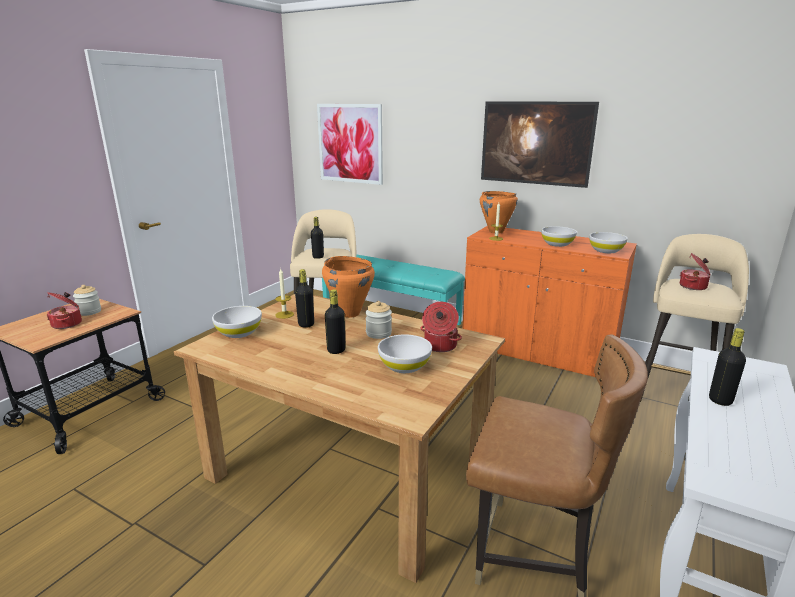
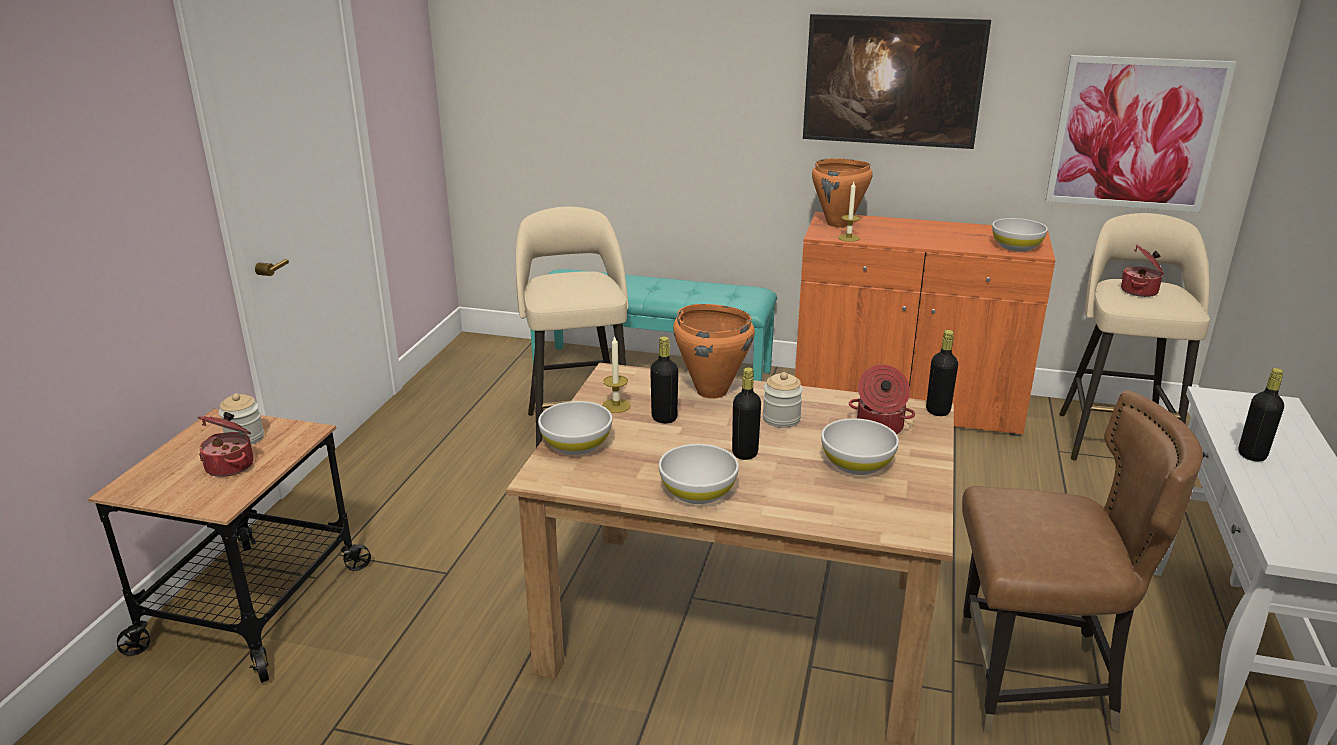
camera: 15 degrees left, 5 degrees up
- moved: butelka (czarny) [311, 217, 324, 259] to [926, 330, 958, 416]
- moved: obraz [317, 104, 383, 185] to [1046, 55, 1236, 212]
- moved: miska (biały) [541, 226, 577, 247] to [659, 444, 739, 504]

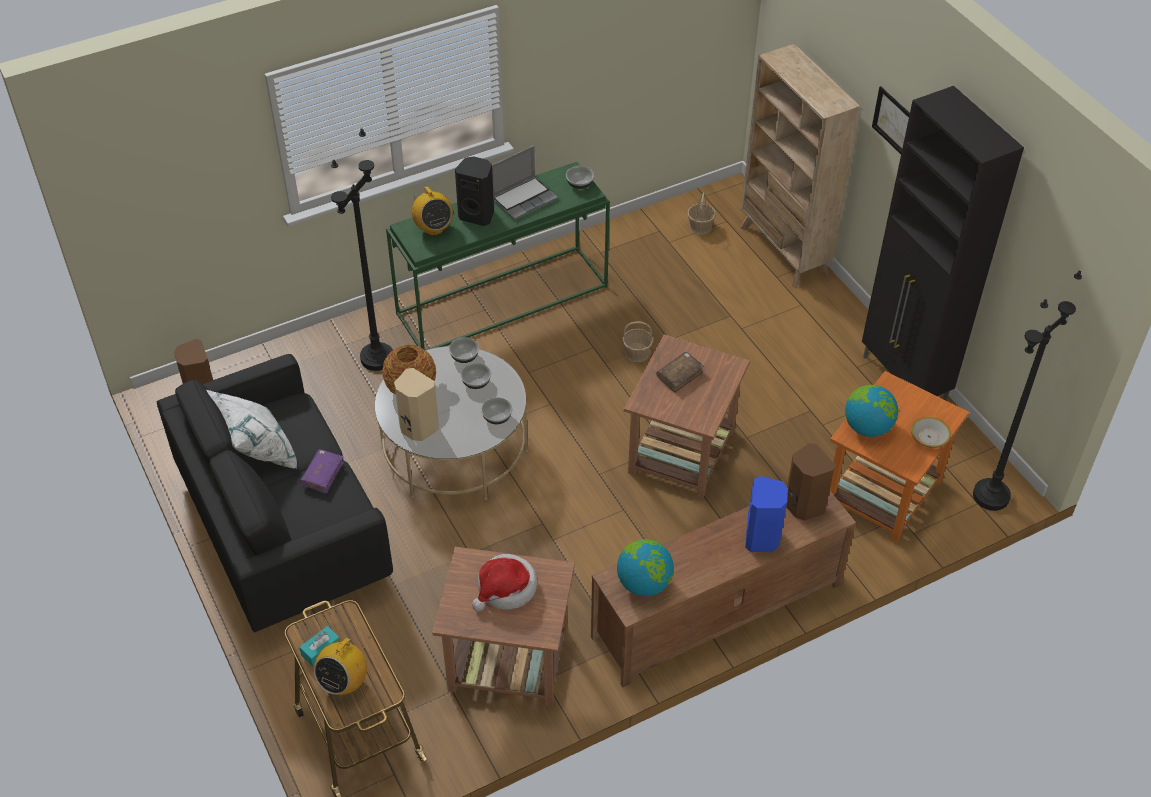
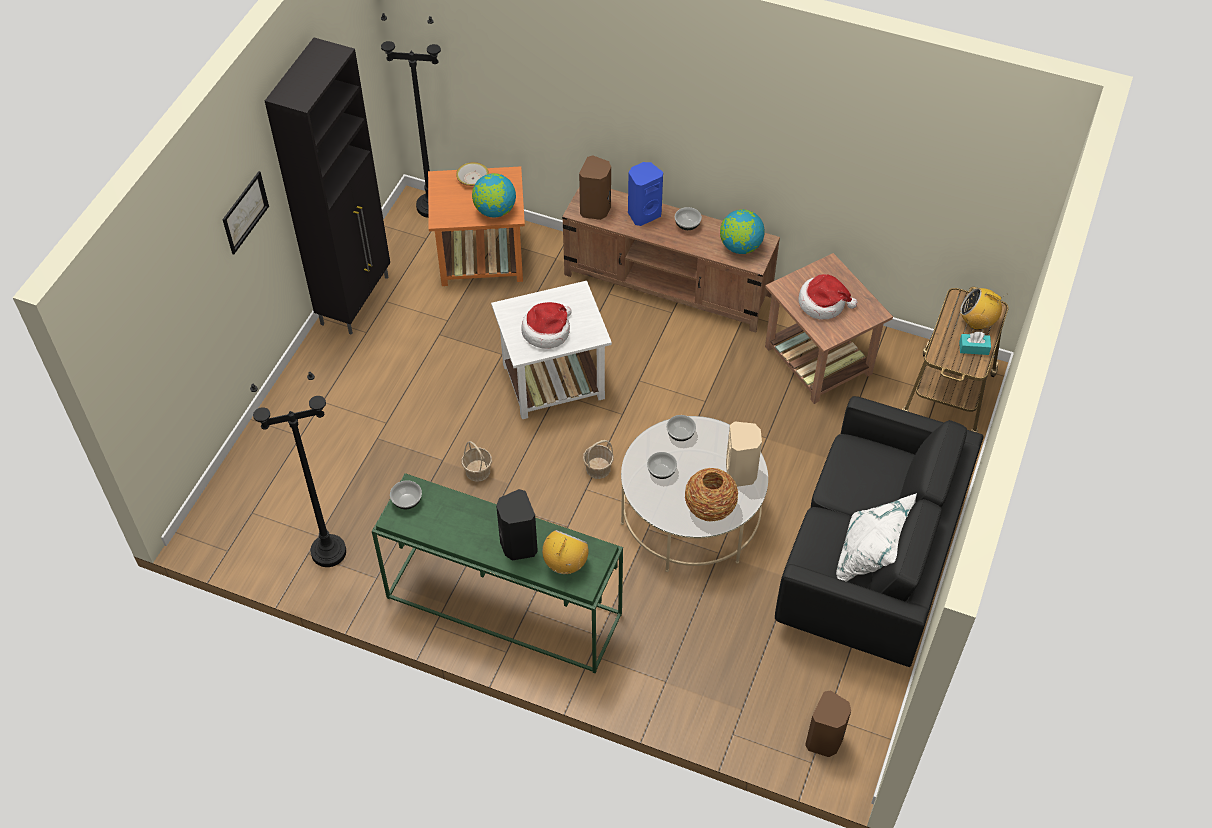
camera: 130 degrees left, 5 degrees up
- removed: książka (fioletowy) [300, 449, 344, 494]
- removed: laptop [492, 145, 558, 220]
- removed: regał (beżowy) [740, 43, 861, 287]
- moved: lampa stojąca (czarny) [331, 128, 393, 371] to [250, 372, 346, 567]
- moved: miska [449, 337, 479, 363] to [675, 207, 702, 230]
- moved: koszyk [687, 192, 716, 235] to [583, 440, 614, 479]
- replaced: książka (brązowy) [656, 352, 704, 393] to kapelusz [521, 302, 572, 349]
- recoloured: stolik (brązowy) [624, 335, 750, 498] to stolik (biały) [491, 281, 612, 419]
- turned: radio [314, 630, 367, 695] = [960, 288, 1005, 330] 150 degrees counterclockwise

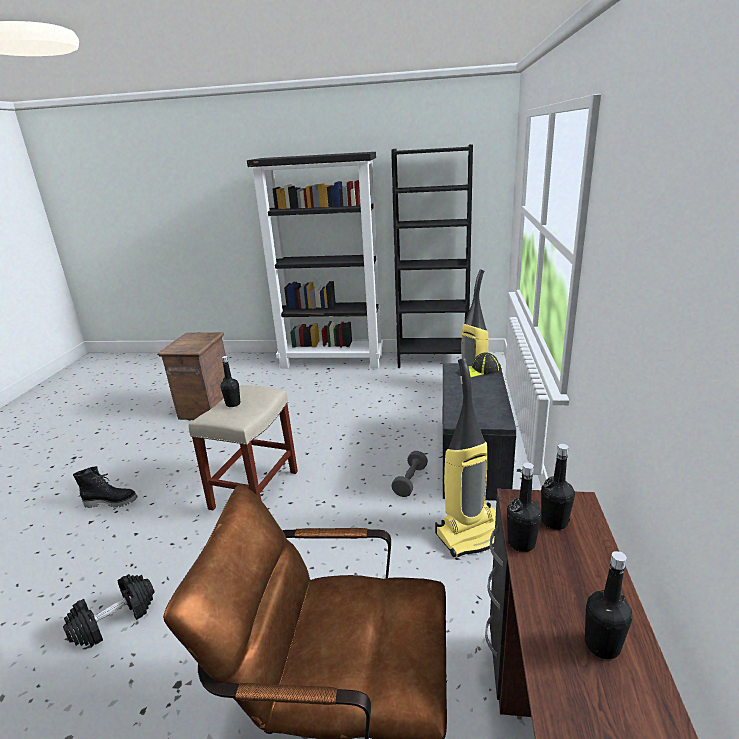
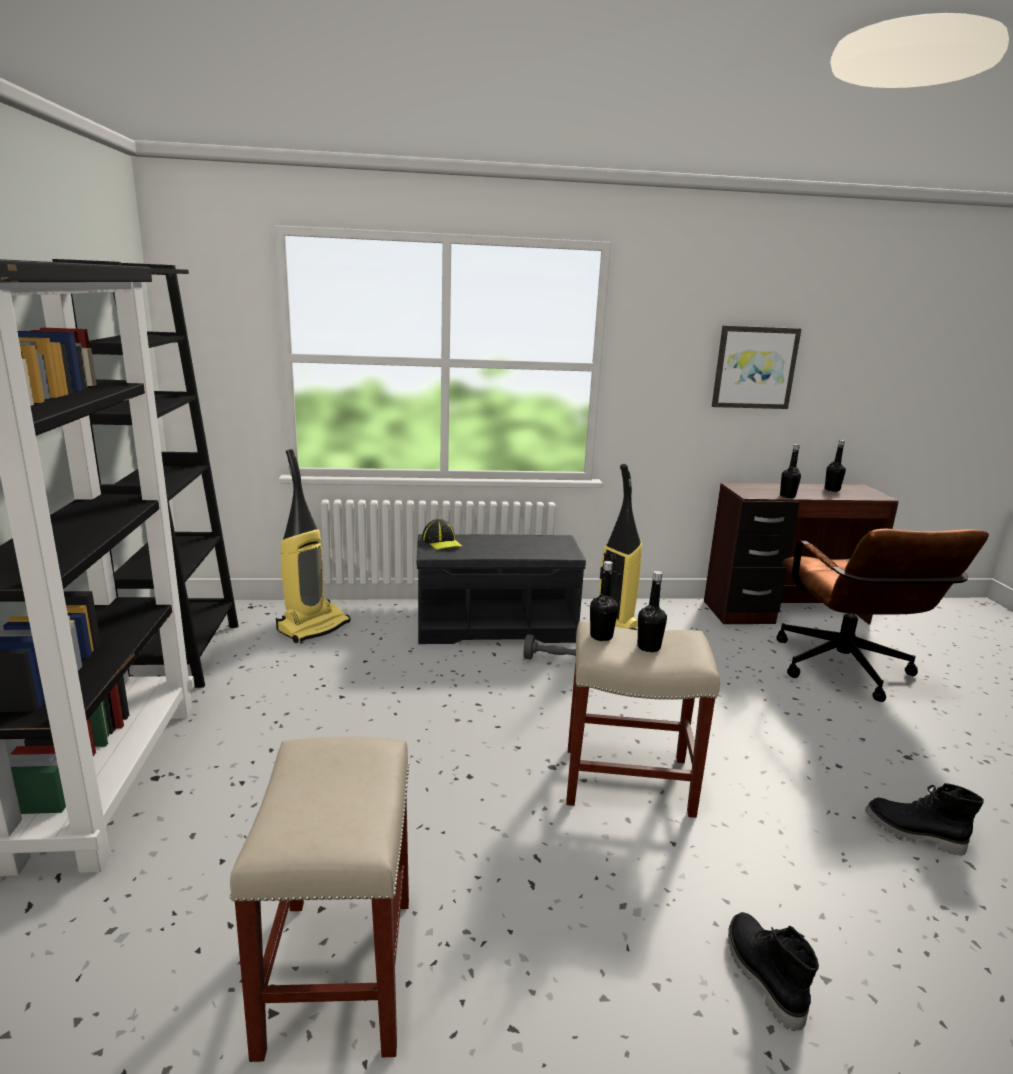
camera: 105 degrees left, 5 degrees down
- added: obraz [712, 326, 801, 409]
- moved: butelka (czarny) [541, 444, 575, 530] to [590, 561, 618, 641]
- replaced: hantel (czarny) [63, 574, 154, 647] to but z cholewką (czarny) [865, 783, 984, 856]
- replaced: skrzynka [157, 332, 226, 420] to stołek (beżowy) [230, 737, 409, 1062]

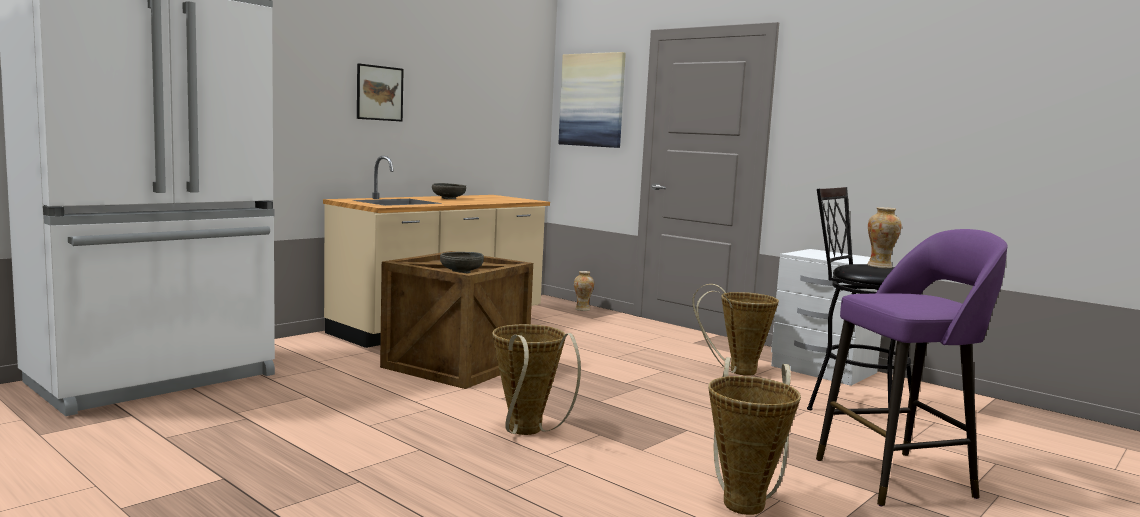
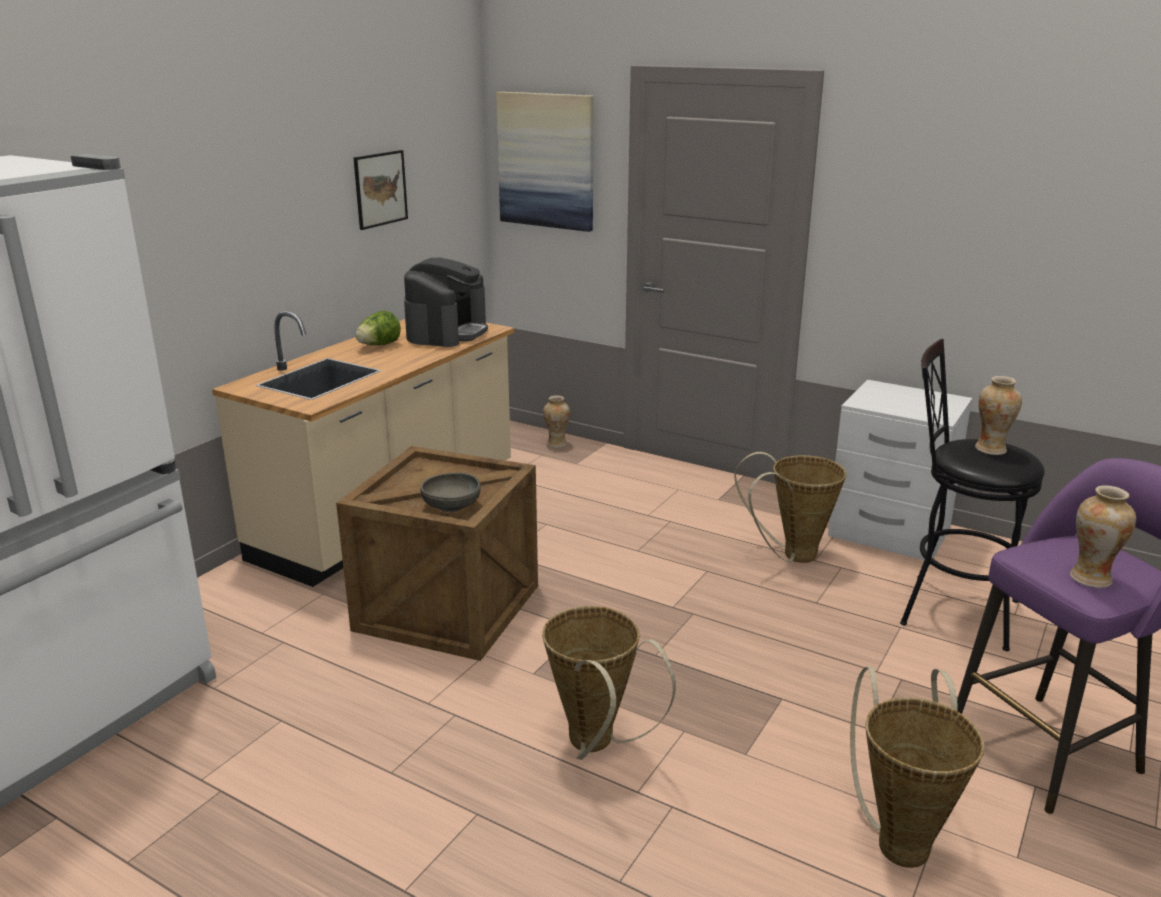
camera: 10 degrees left, 15 degrees up
- added: ekspres do kawy [404, 258, 488, 347]
- added: wazon [1070, 485, 1136, 588]
- moved: obraz [357, 63, 404, 121] to [354, 150, 408, 230]
- replaced: miska (szary) [432, 183, 466, 199] to sałata [355, 311, 401, 345]

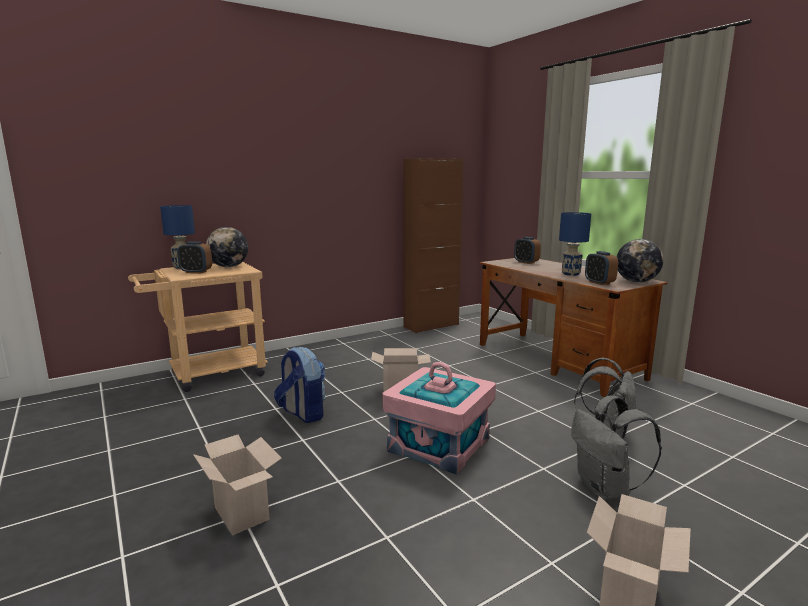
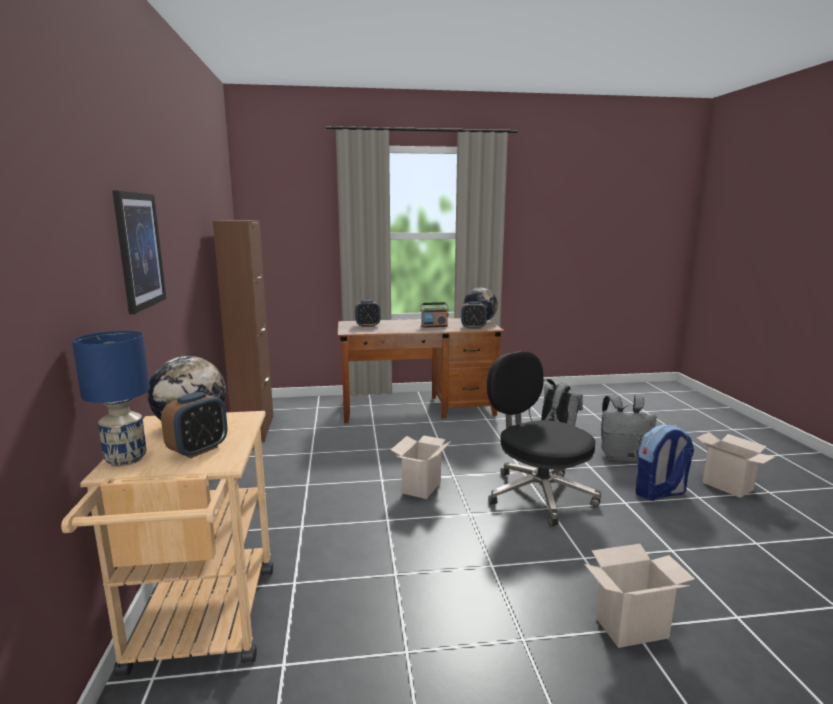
camera: 65 degrees left, 0 degrees up
- added: obraz [112, 190, 166, 314]
- moved: plecak [274, 347, 326, 423] to [635, 424, 694, 501]
- replaced: pojemnik do przechowywania (różowy) [383, 362, 496, 475] to krzesło biurowe (czarny) [487, 351, 601, 527]
- replaced: lampa stołowa (niebieski) [559, 212, 591, 276] to radio [420, 302, 449, 328]

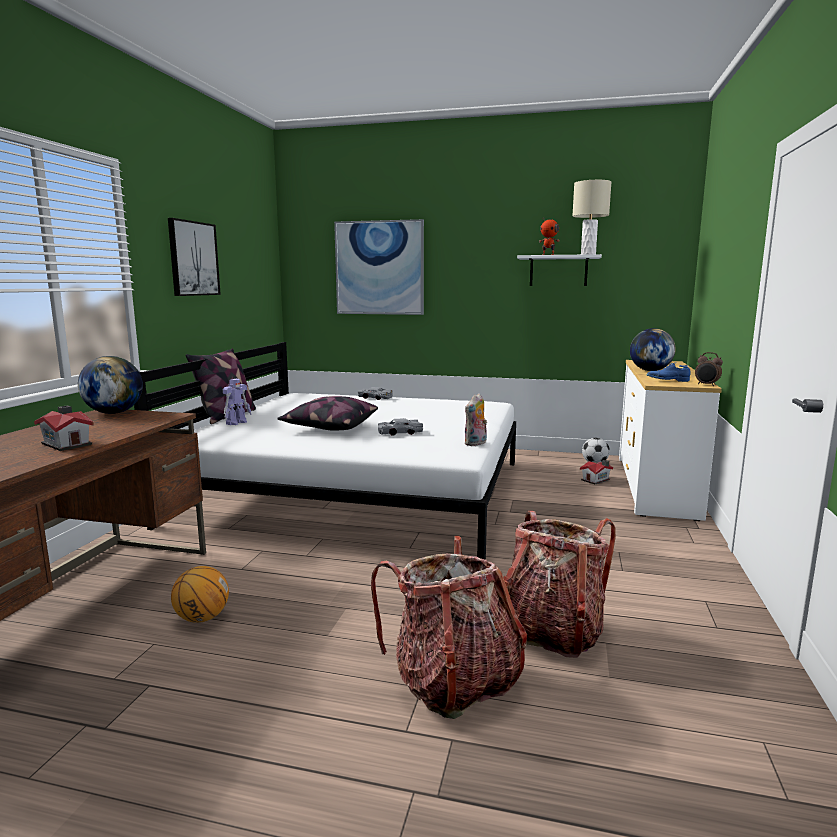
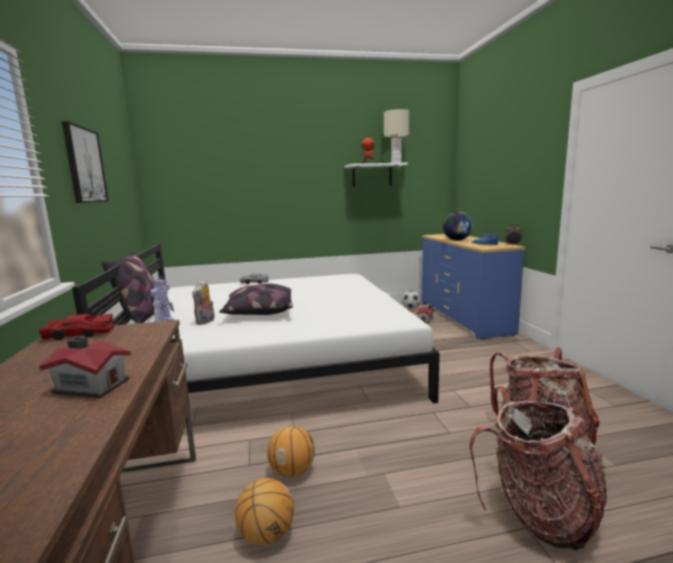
camera: 25 degrees left, 0 degrees up
- removed: obraz [334, 219, 424, 315]
- removed: samochodzik (szary) [378, 418, 423, 436]
- added: piłka do koszykówki [267, 426, 315, 477]
- moved: pluszak [464, 393, 487, 446] to [192, 280, 215, 325]
- replaced: globus [78, 356, 143, 414] to samochodzik (czerwony) [39, 314, 114, 340]
- recoloured: komoda (biały) [619, 360, 722, 521] to komoda (niebieski) [422, 234, 525, 340]

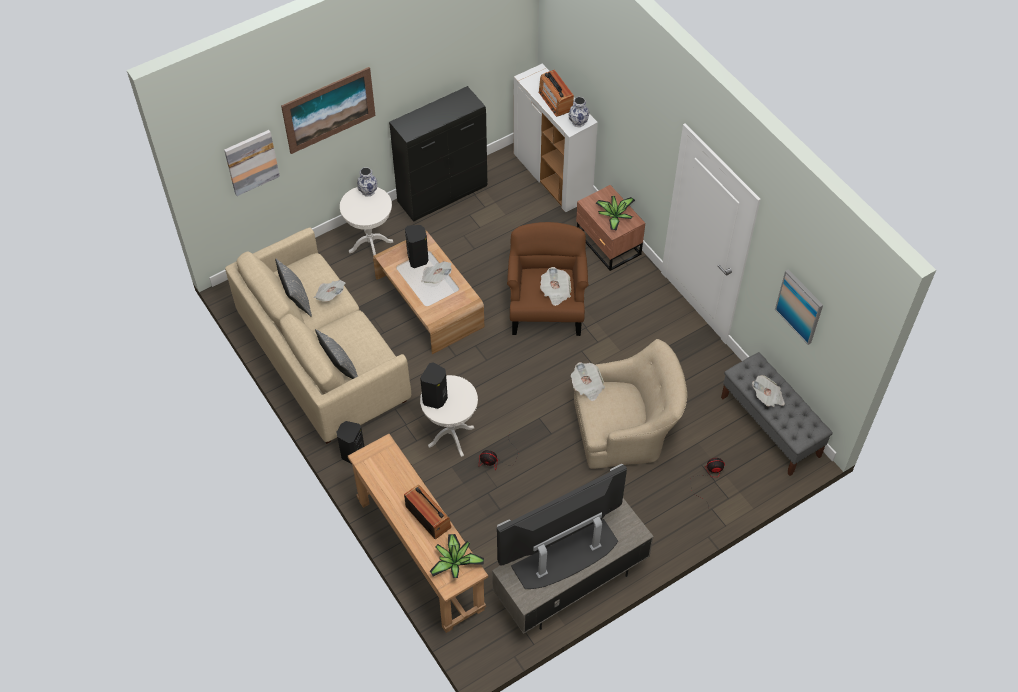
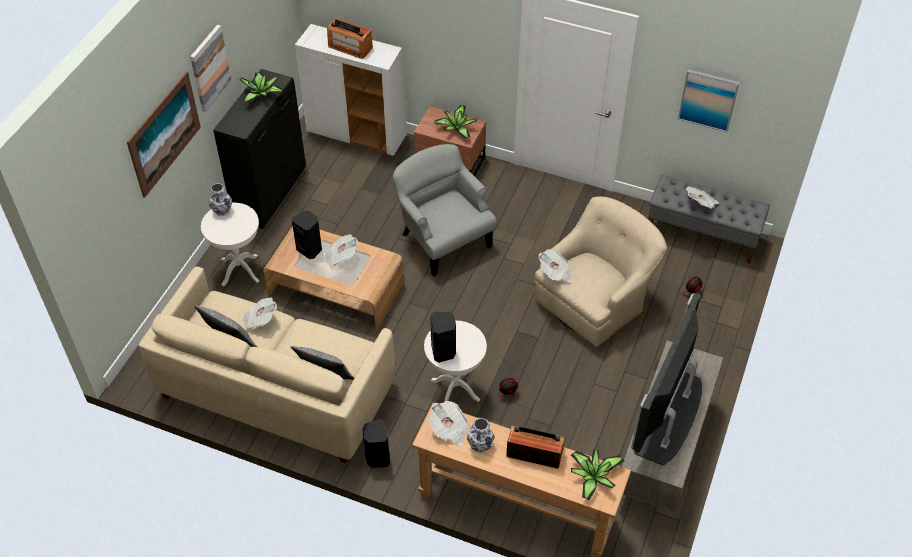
camera: 35 degrees left, 5 degrees down
- added: roślina doniczkowa [240, 72, 284, 102]
- moved: obraz [224, 130, 280, 196] to [190, 25, 231, 112]
- moved: gazeta [540, 267, 571, 306] to [428, 401, 470, 446]
- moved: wazon [568, 97, 590, 127] to [467, 418, 495, 453]
- recoloured: fotel (brązowy) [507, 222, 588, 336] to fotel (szary) [393, 144, 497, 276]

